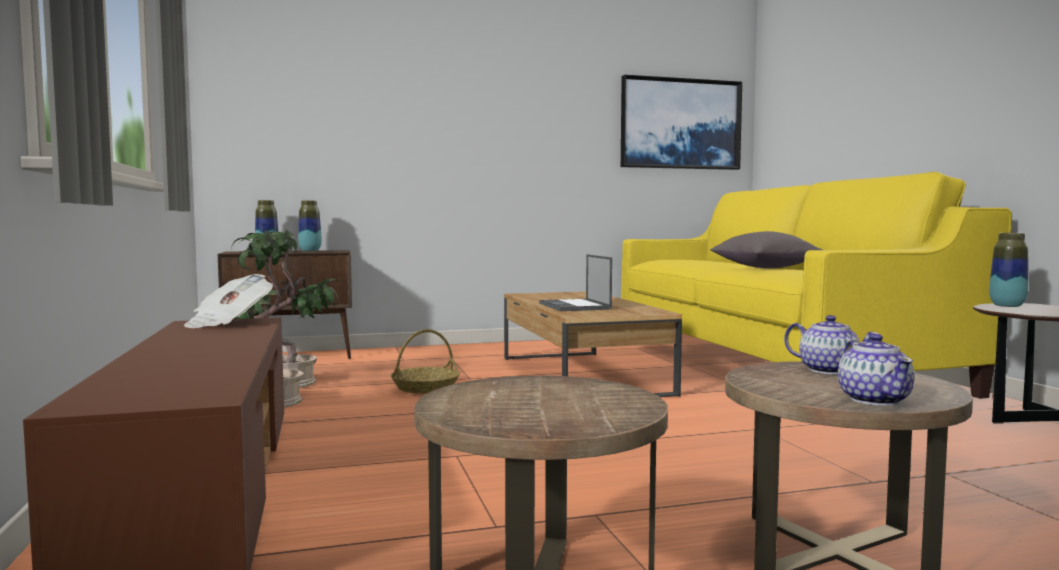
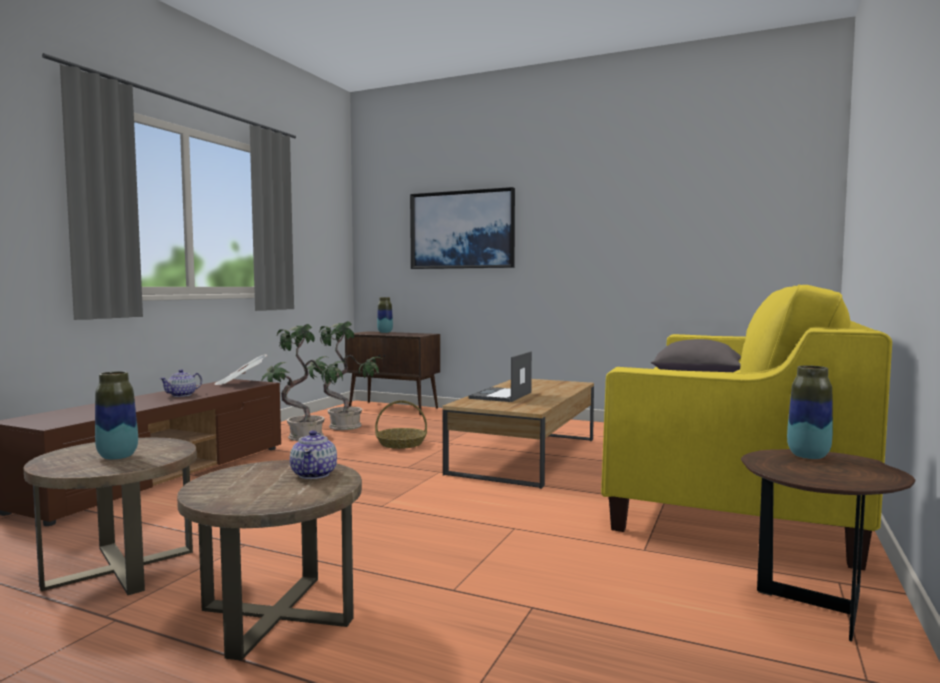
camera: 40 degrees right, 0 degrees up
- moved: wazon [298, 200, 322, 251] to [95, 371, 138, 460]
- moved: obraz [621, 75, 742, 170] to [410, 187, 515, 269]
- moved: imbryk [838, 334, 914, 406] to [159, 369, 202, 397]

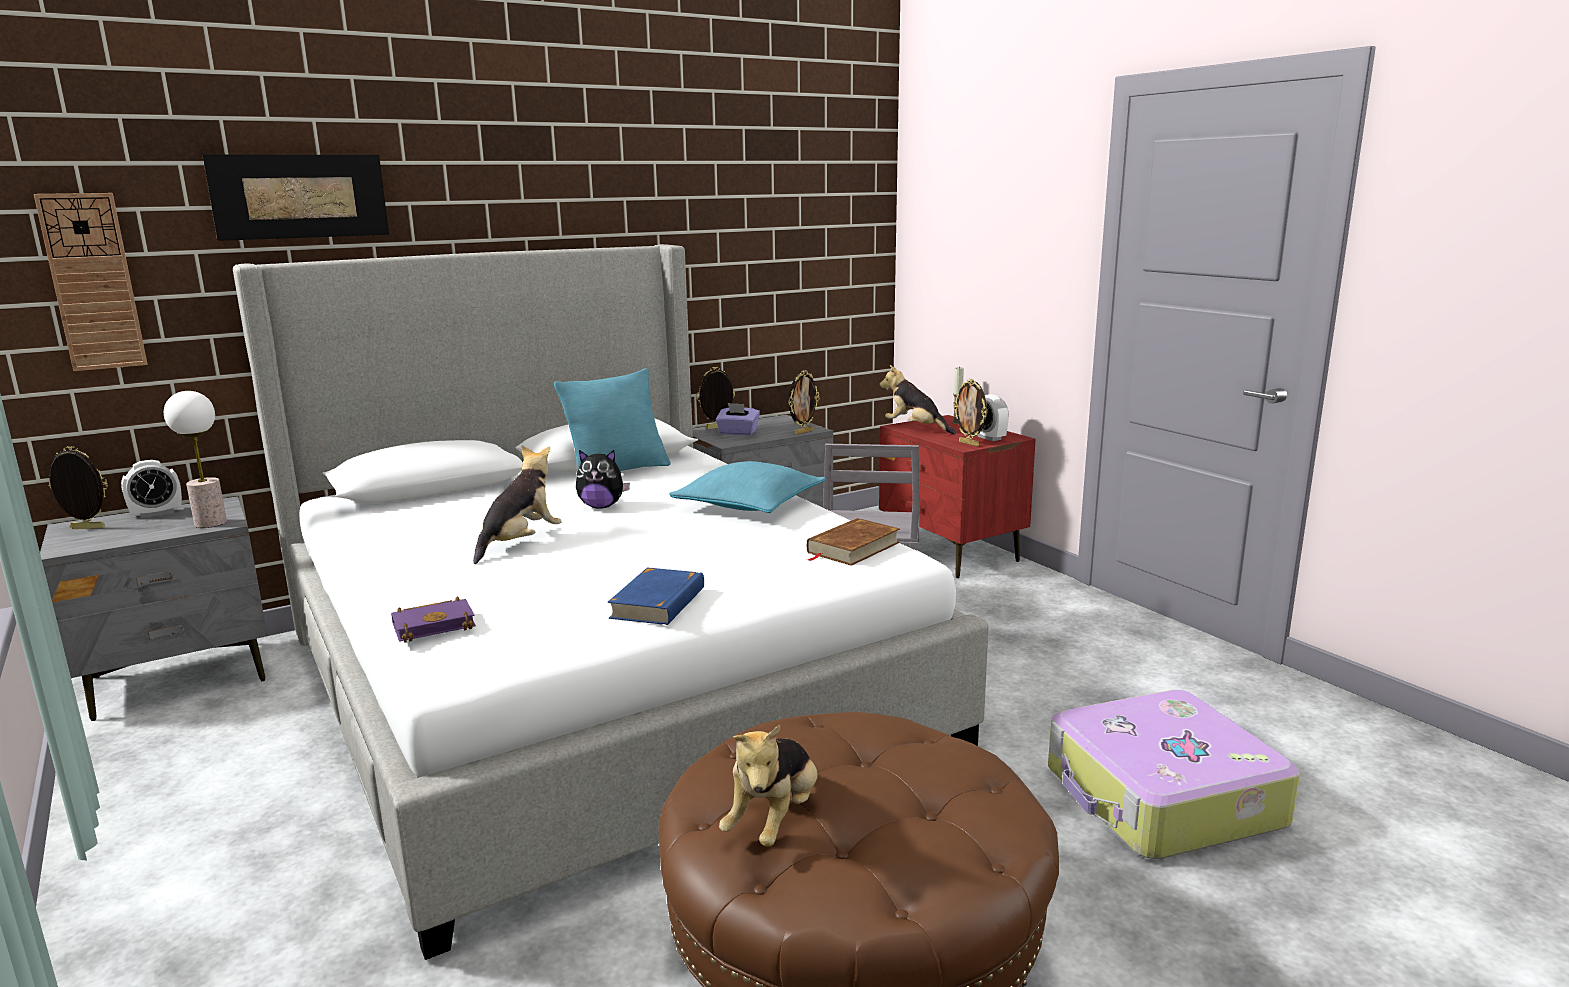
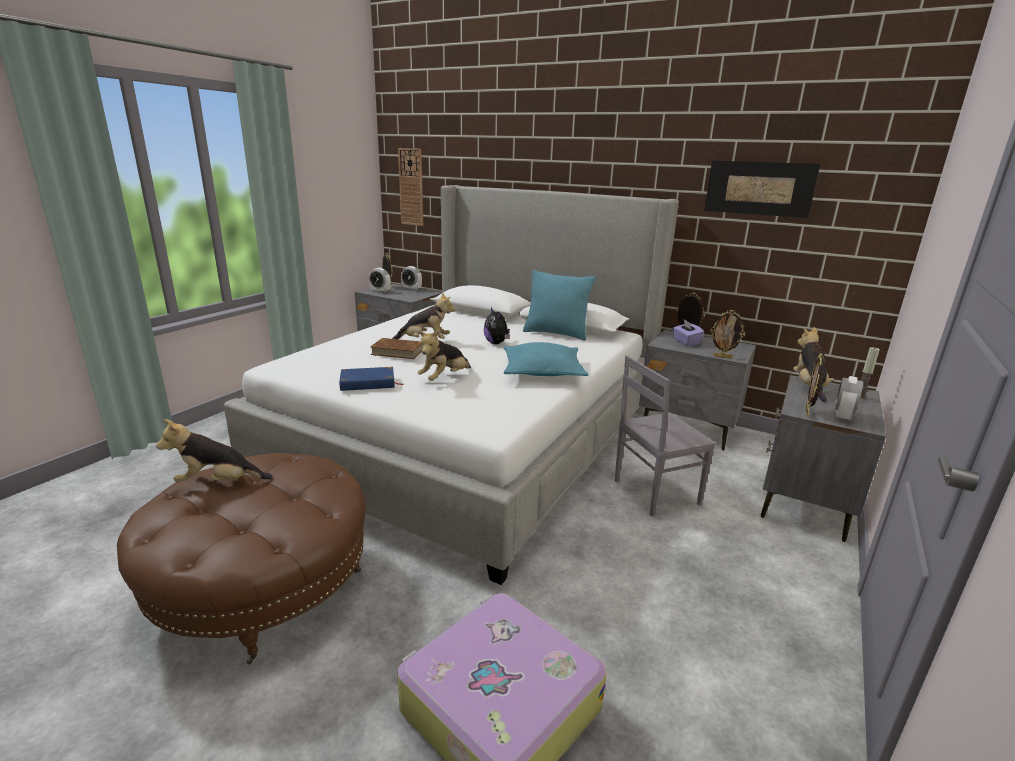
camera: 60 degrees right, 5 degrees up
- removed: lampa stołowa [164, 391, 227, 528]
- removed: książka (fioletowy) [391, 597, 476, 643]
- added: budzik [369, 268, 391, 293]
- added: pluszak [418, 331, 471, 381]
- moved: obraz [202, 154, 389, 241] to [704, 161, 820, 218]
- moved: książka (brązowy) [807, 518, 900, 566] to [370, 338, 423, 359]
- recoloured: szafka nocna (czerwony) [879, 415, 1035, 578] to szafka nocna (szary) [761, 375, 886, 542]

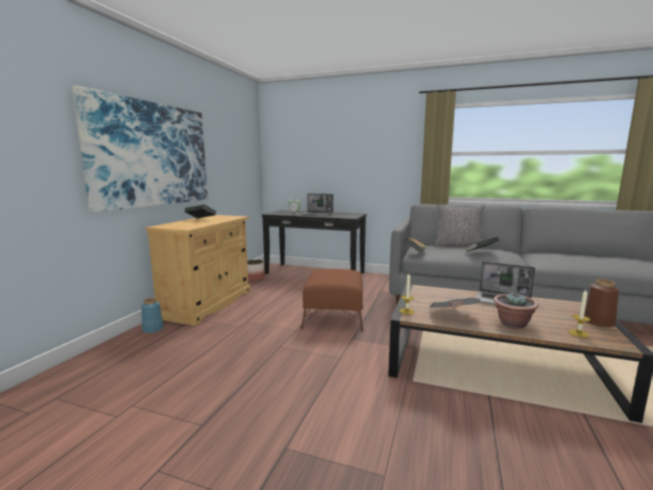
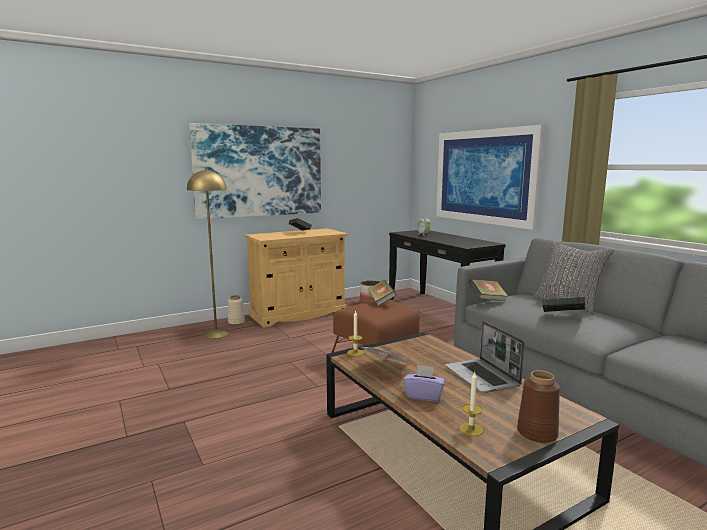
camera: 40 degrees right, 0 degrees up
- removed: laptop [301, 193, 334, 216]
- added: lampa stojąca (żółty) [187, 169, 230, 338]
- added: książka [367, 280, 396, 306]
- added: obraz [436, 125, 545, 230]
- replaced: roślina doniczkowa [493, 292, 539, 329] to pudełko chusteczek (fioletowy) [403, 365, 445, 402]
- recoloured: wazon (niebieski) [141, 298, 164, 333] to wazon (beżowy) [228, 295, 245, 325]

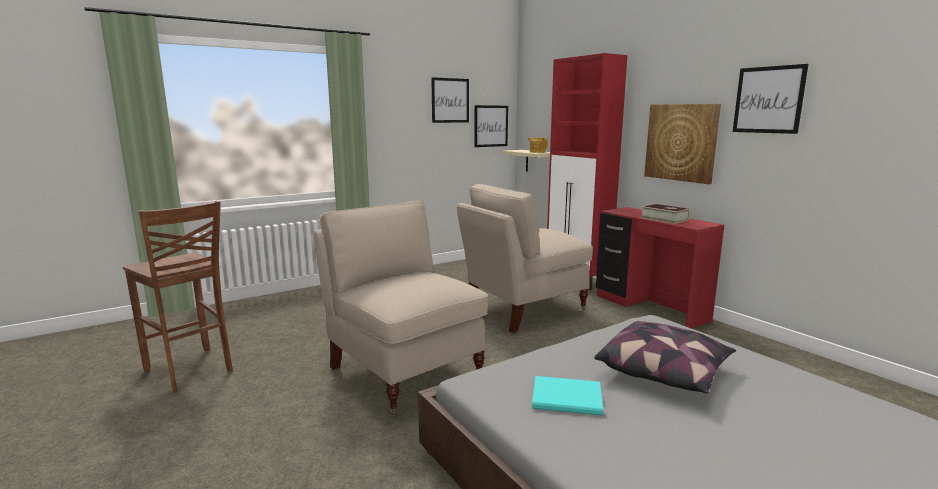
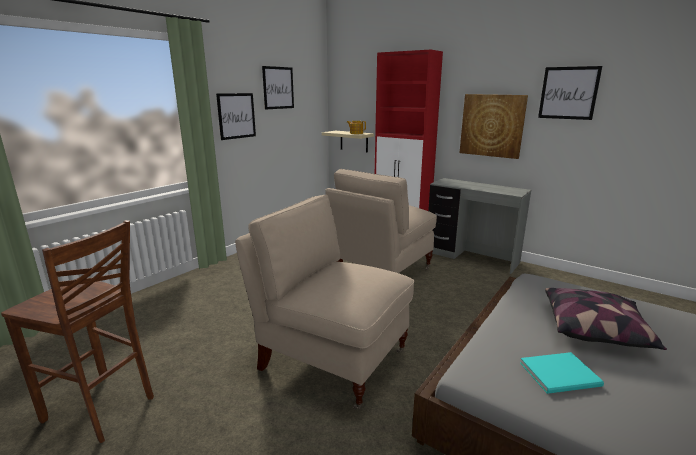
camera: 20 degrees left, 5 degrees up
- removed: książka [641, 204, 690, 224]
- moved: obraz [474, 105, 508, 147] to [216, 93, 256, 140]
- recoloured: biurko (czerwony) [596, 207, 724, 329] to biurko (szary) [428, 178, 531, 274]

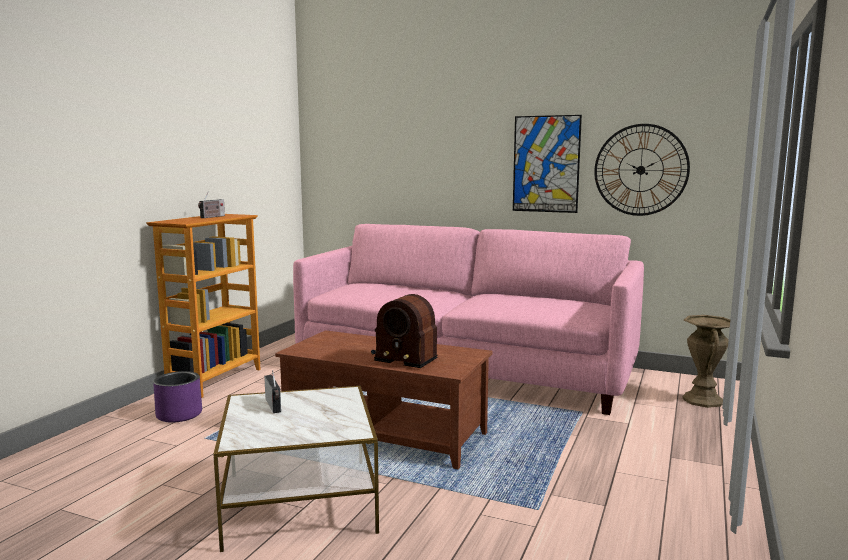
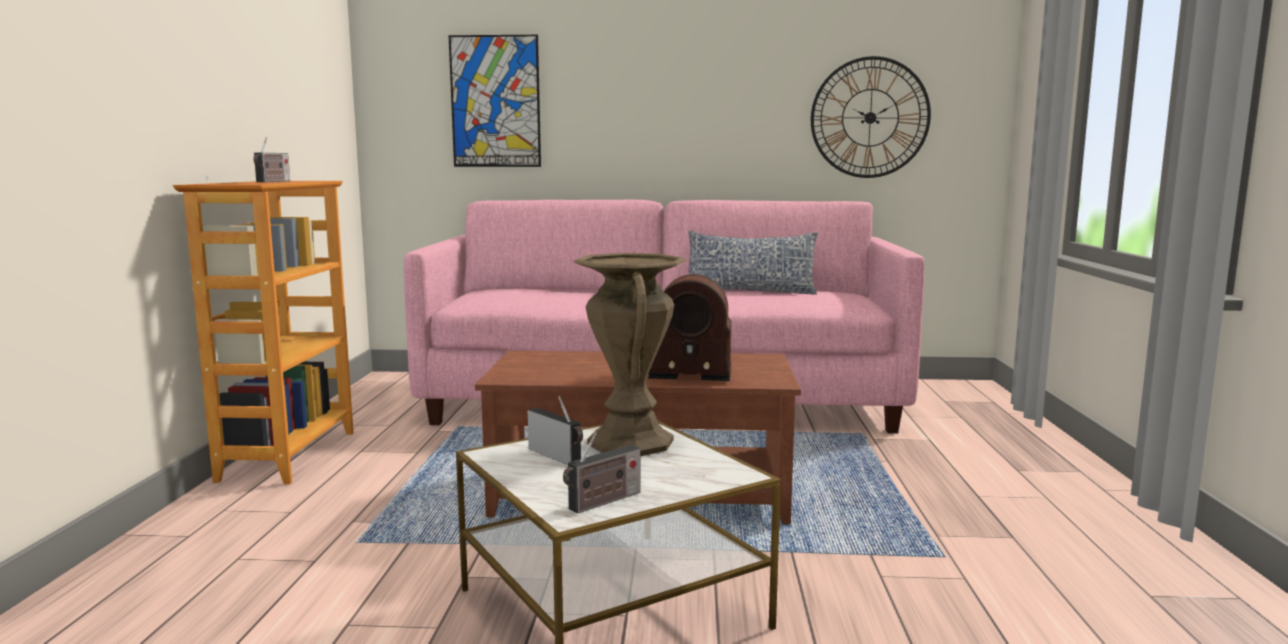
camera: 20 degrees left, 0 degrees up
- removed: donica (fioletowy) [153, 371, 202, 423]
- added: radio [563, 432, 640, 514]
- added: poduszka [688, 231, 818, 294]
- moved: obraz [513, 115, 582, 213] to [449, 35, 541, 167]
- moved: wazon (brązowy) [682, 315, 730, 408] to [574, 253, 686, 456]

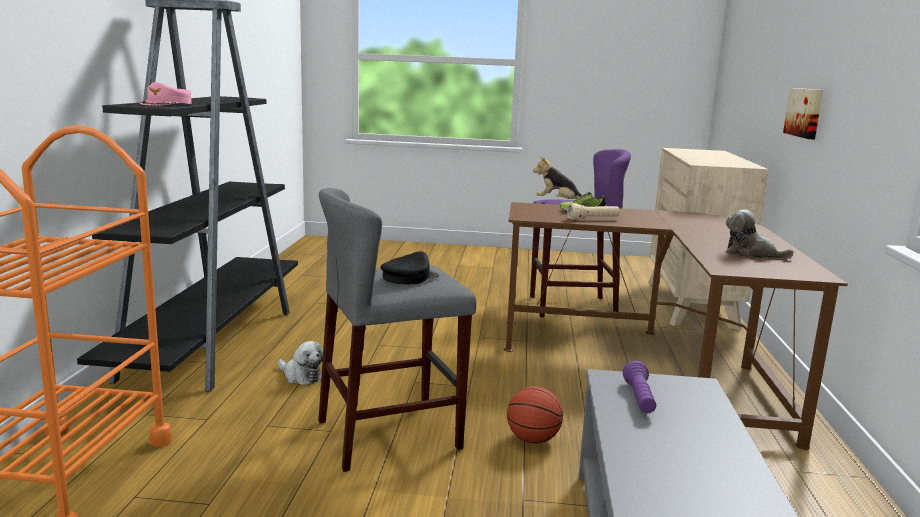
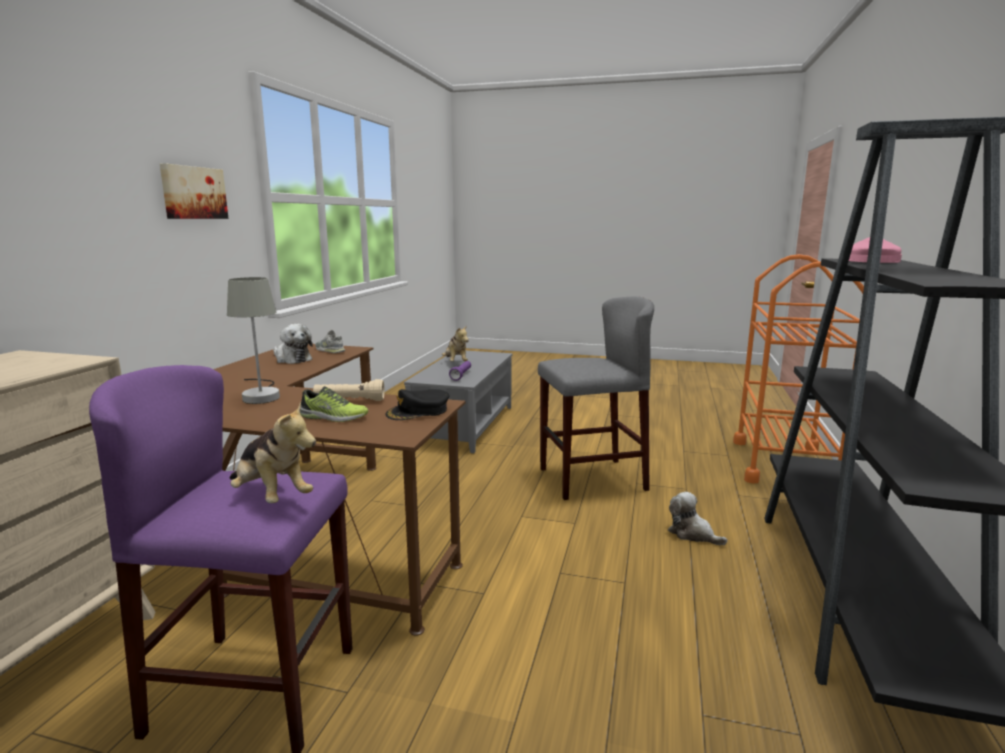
camera: 170 degrees left, 0 degrees up
- removed: piłka do koszykówki [507, 386, 563, 444]
- added: lampa stołowa (szary) [227, 277, 280, 404]
- added: but (szary) [315, 330, 345, 353]
- added: pluszak [442, 325, 469, 361]
- moved: czapka z daszkiem (czarny) [380, 251, 439, 284] to [385, 389, 449, 420]
- moved: obraz [783, 88, 823, 139] to [160, 163, 228, 219]

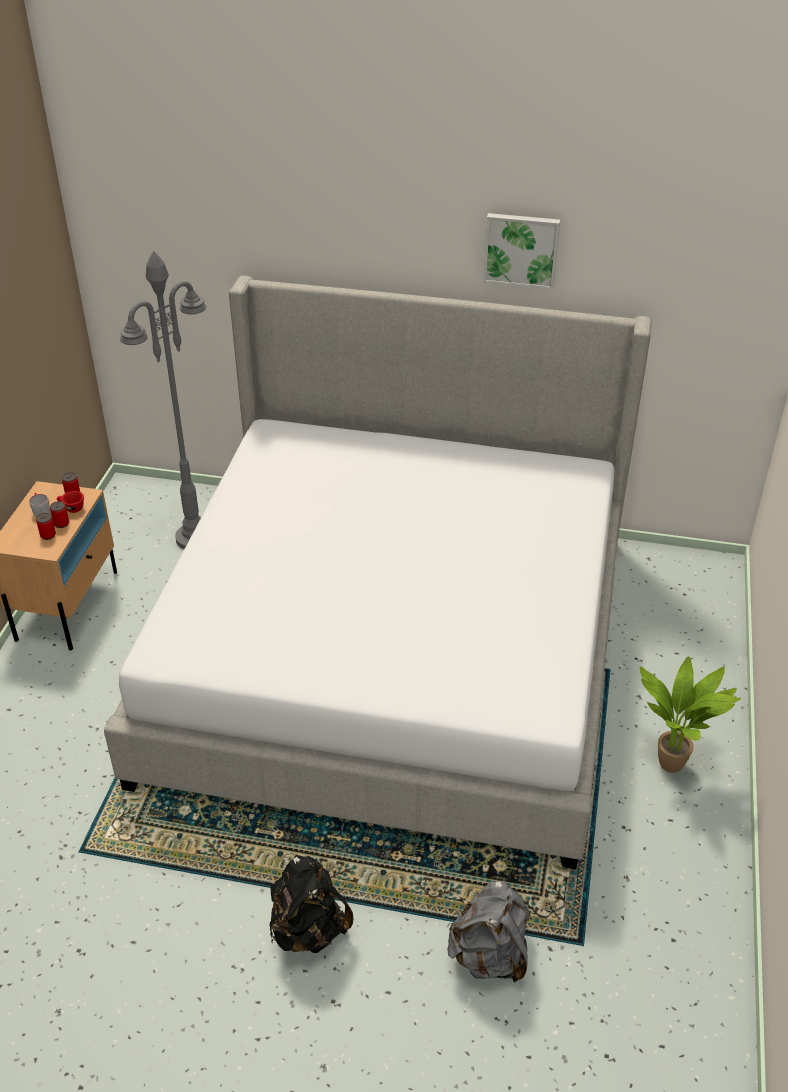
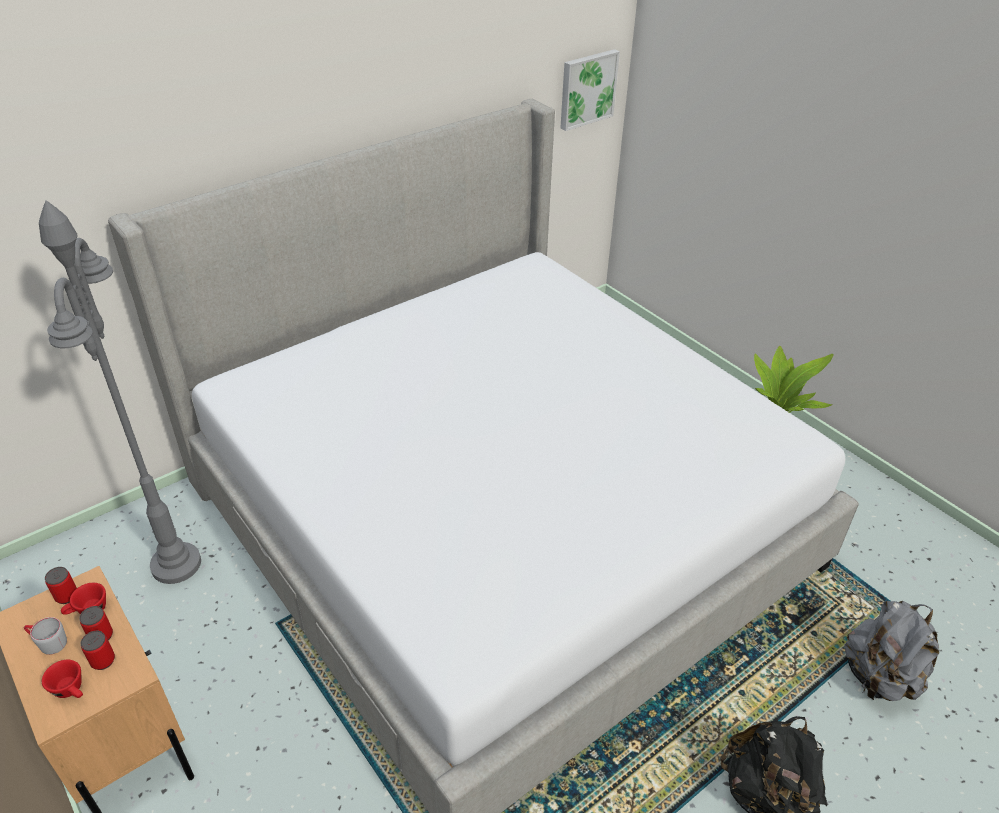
camera: 50 degrees left, 0 degrees up
- added: filiżanka (czerwony) [42, 660, 83, 698]
- moved: obraz [483, 213, 560, 290] to [560, 49, 620, 131]

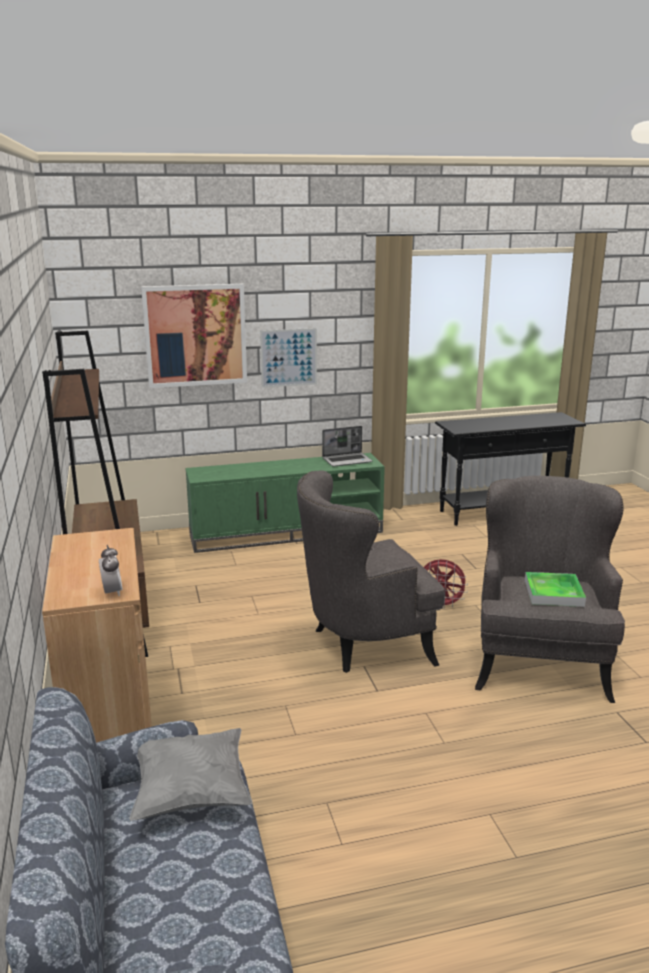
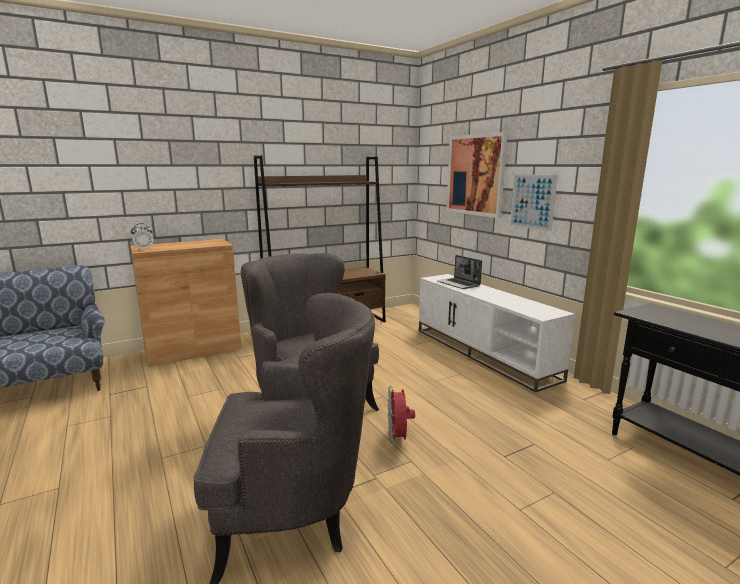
camera: 75 degrees right, 5 degrees down
- removed: poduszka (szary) [129, 728, 253, 821]
- removed: taca [525, 572, 586, 607]
- moved: laptop [322, 426, 373, 467] to [437, 255, 482, 289]
- recoloured: szafka pod telewizor (zielony) [185, 453, 385, 553] to szafka pod telewizor (biały) [419, 274, 575, 392]

